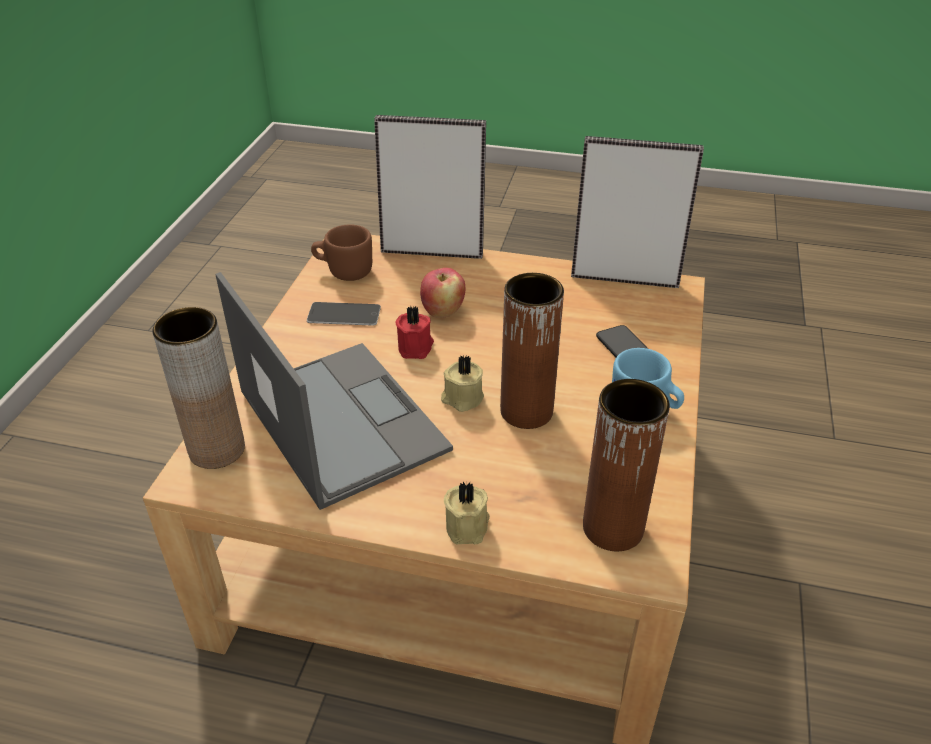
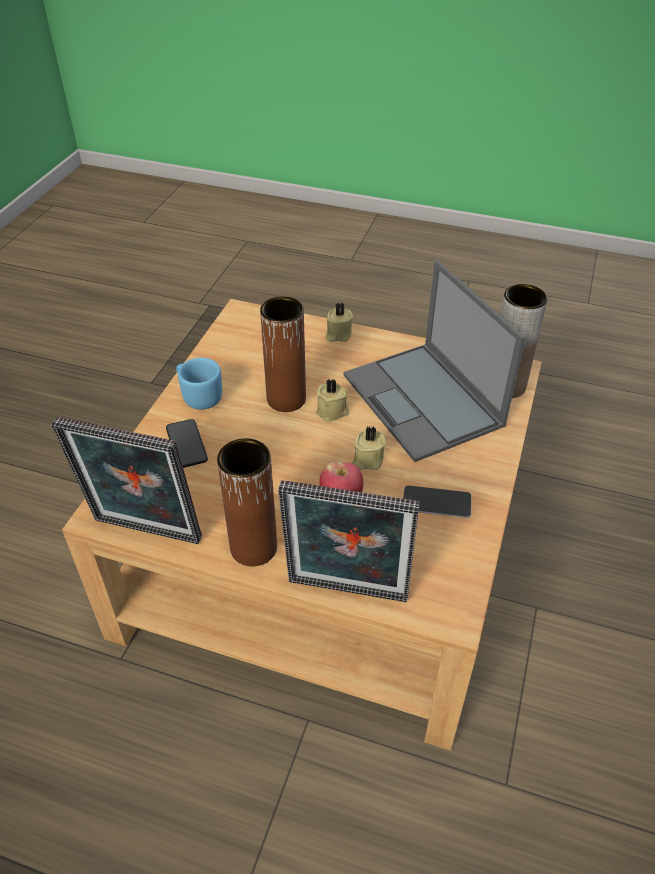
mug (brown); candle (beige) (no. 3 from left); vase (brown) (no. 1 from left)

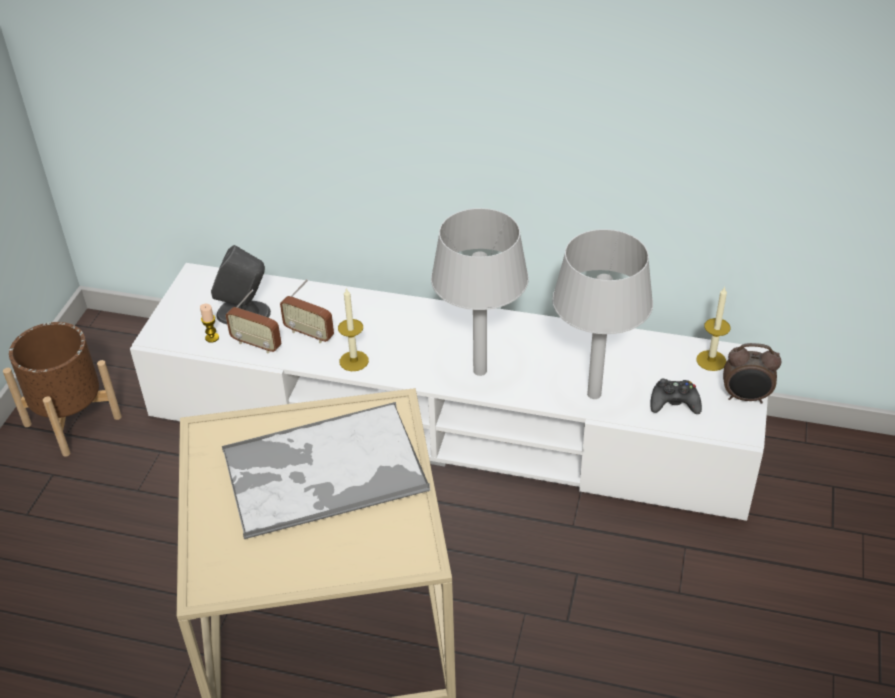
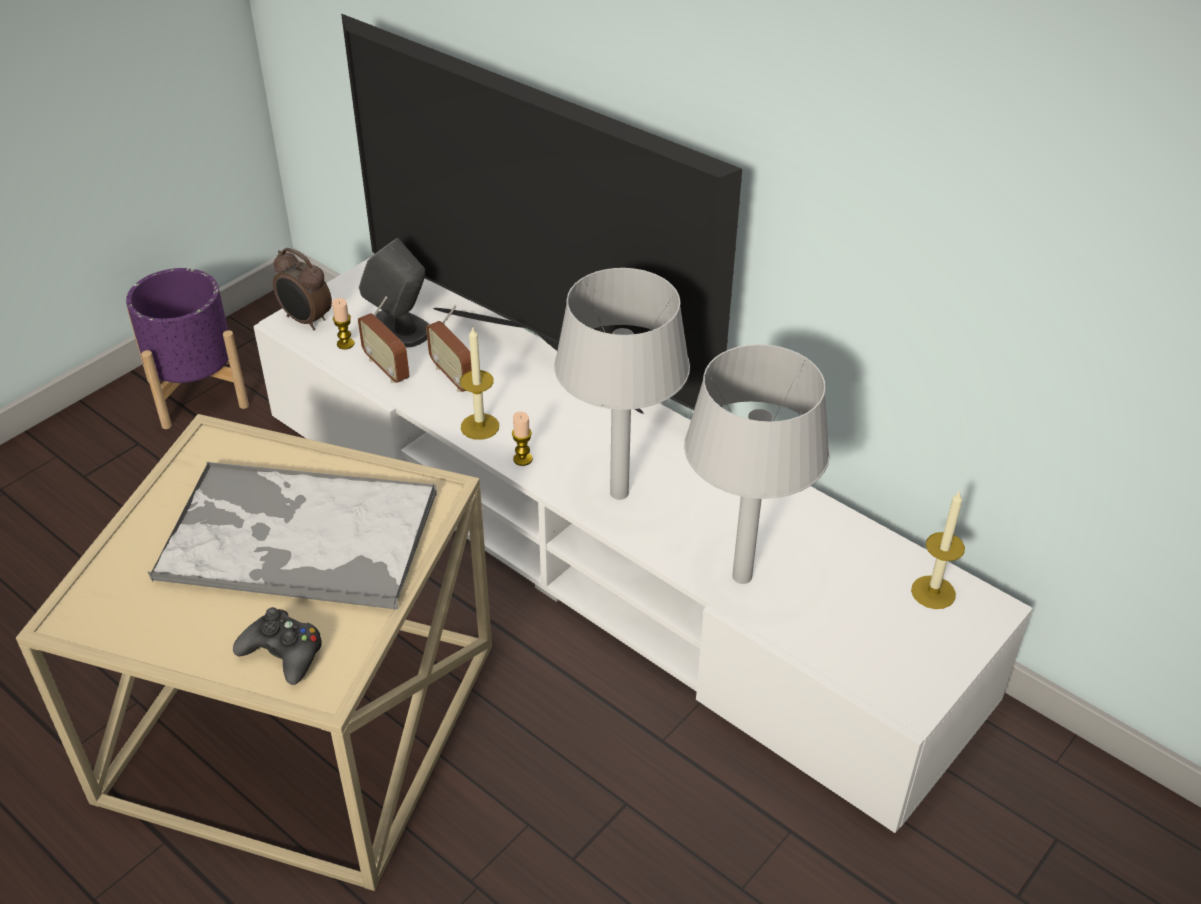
planter (purple); game controller (black); alarm clock; television; candle (no. 3 from left)

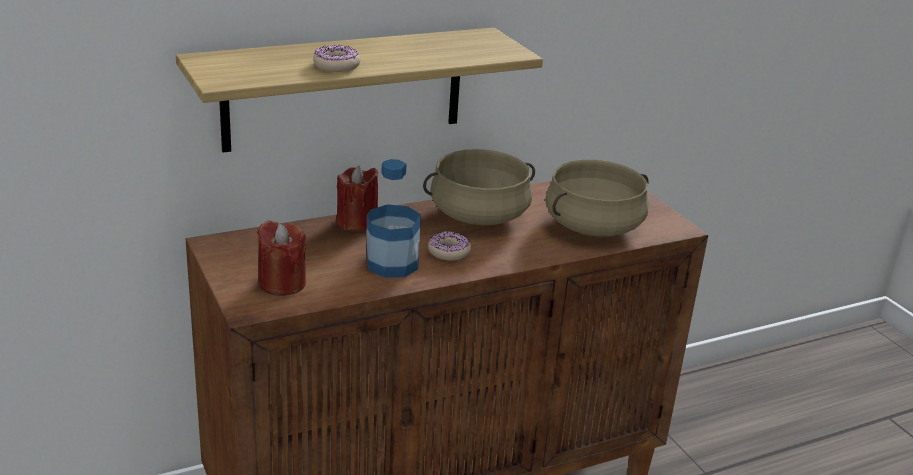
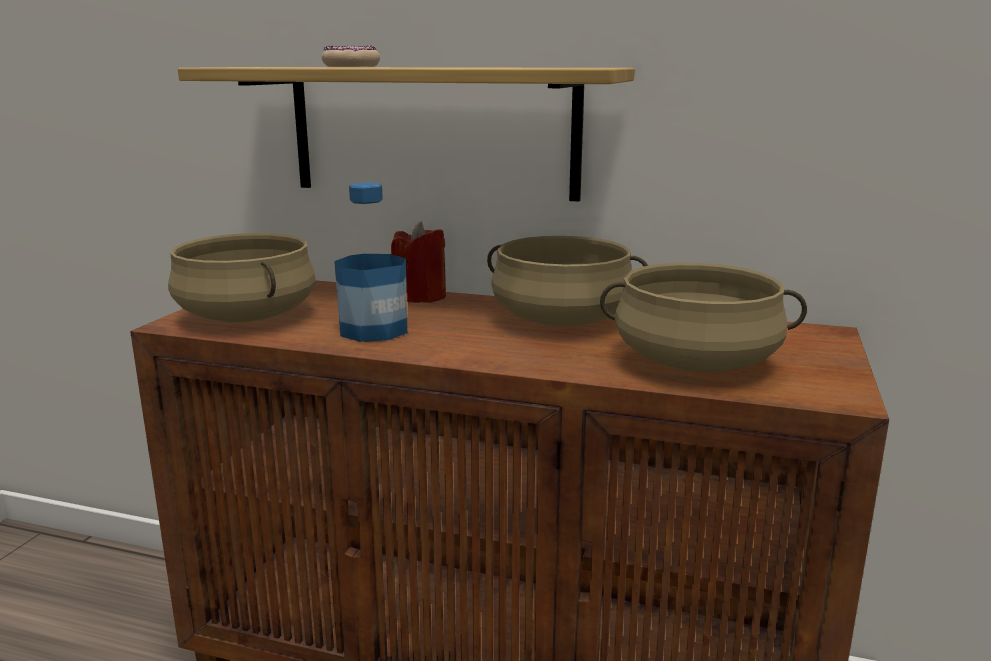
cooking pot (beige) (no. 1 from left); donut (no. 2 from left in the first image)

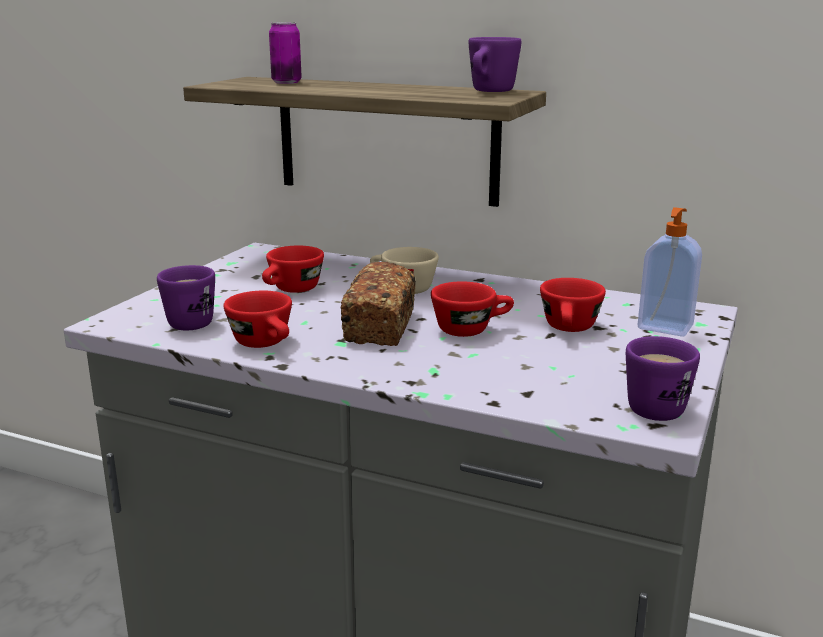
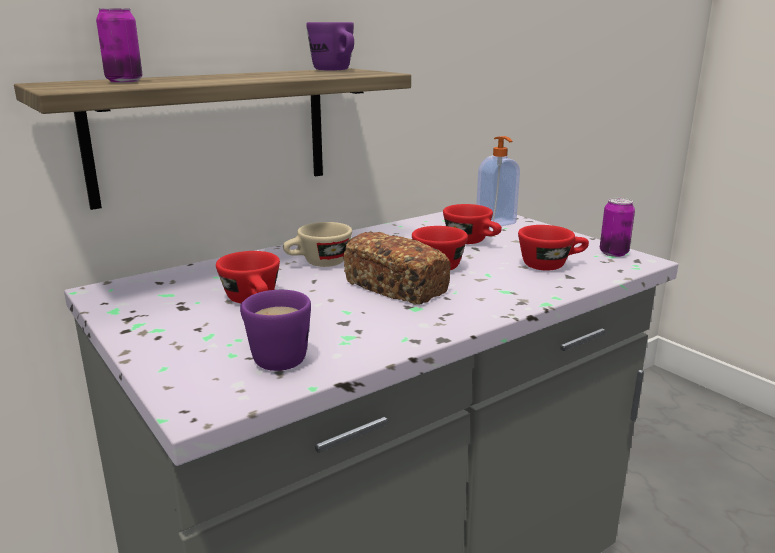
cup (red) (no. 4 from left); can (no. 2 from left)

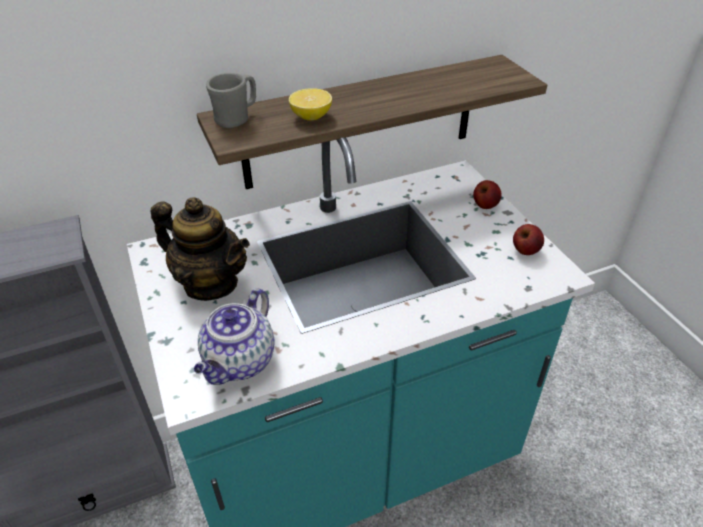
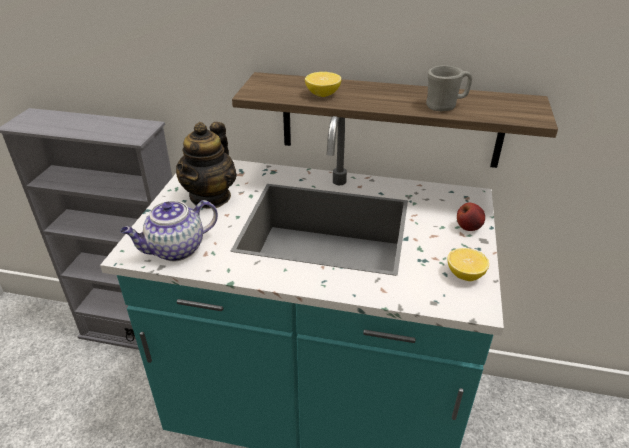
teapot (no. 2 from left); mug (grey); lemon (no. 2 from left)

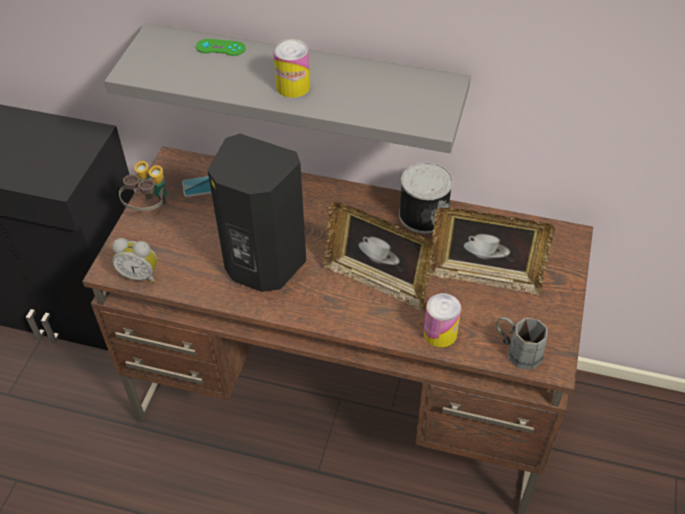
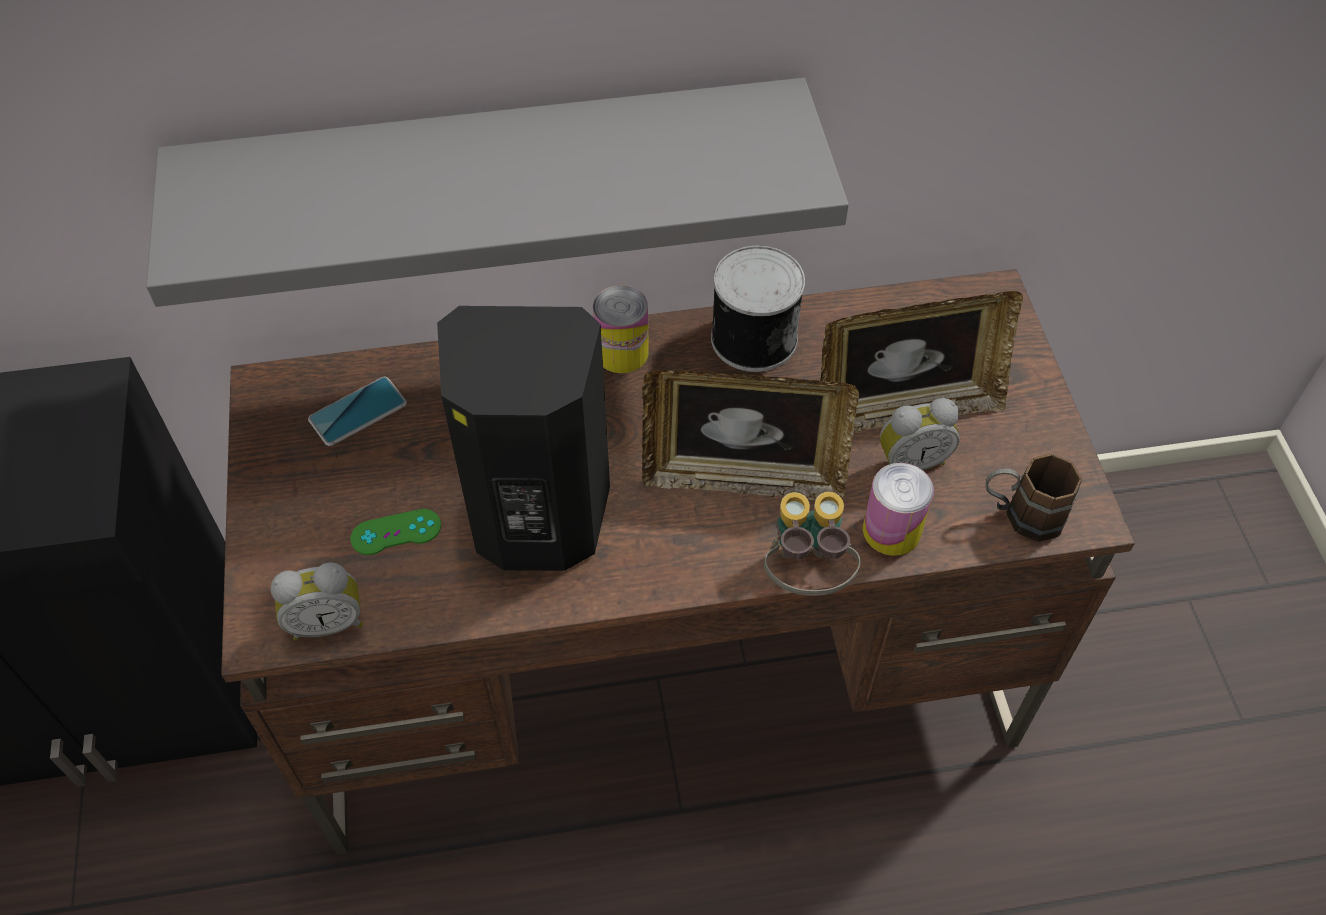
binoculars; game controller (green); can (no. 1 from left); mug (brown); alarm clock (no. 2 from left)

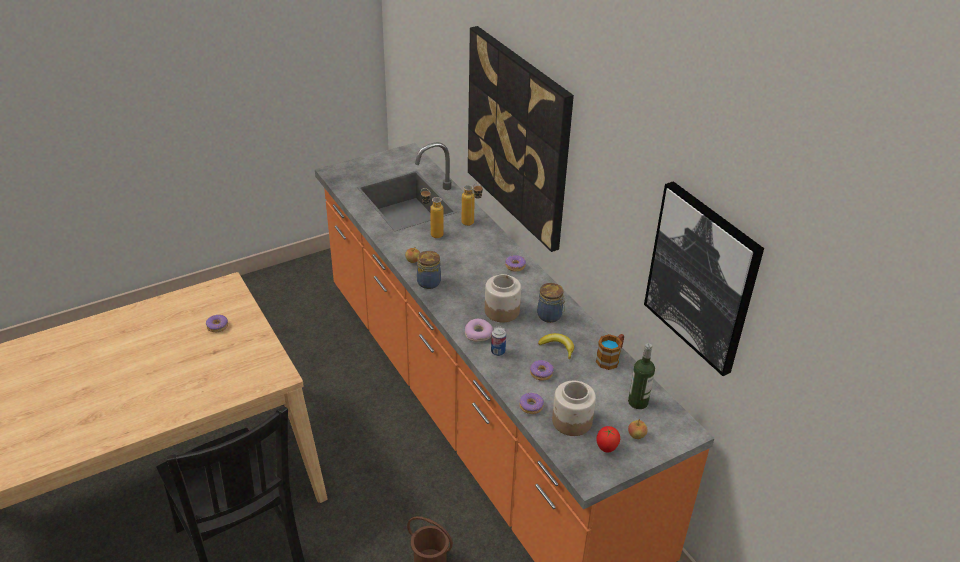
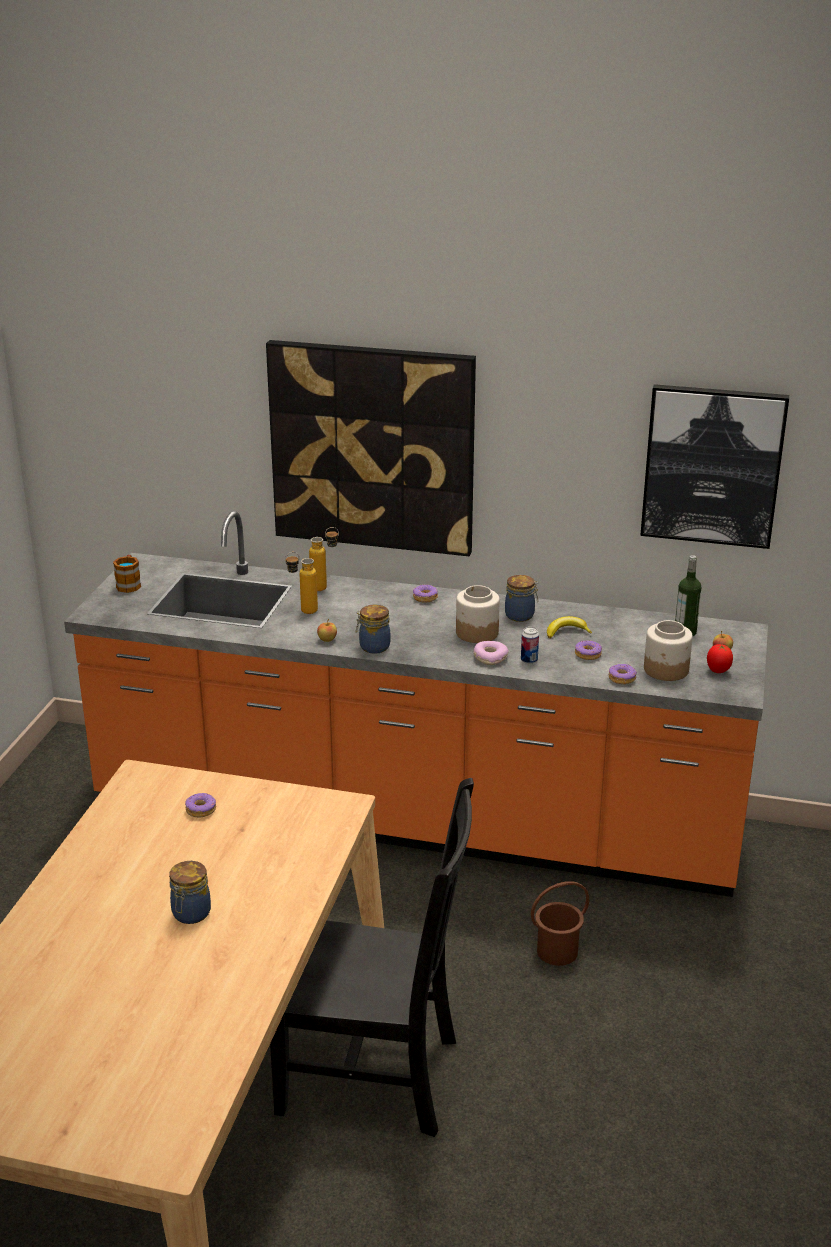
mug; jar (no. 1 from left)

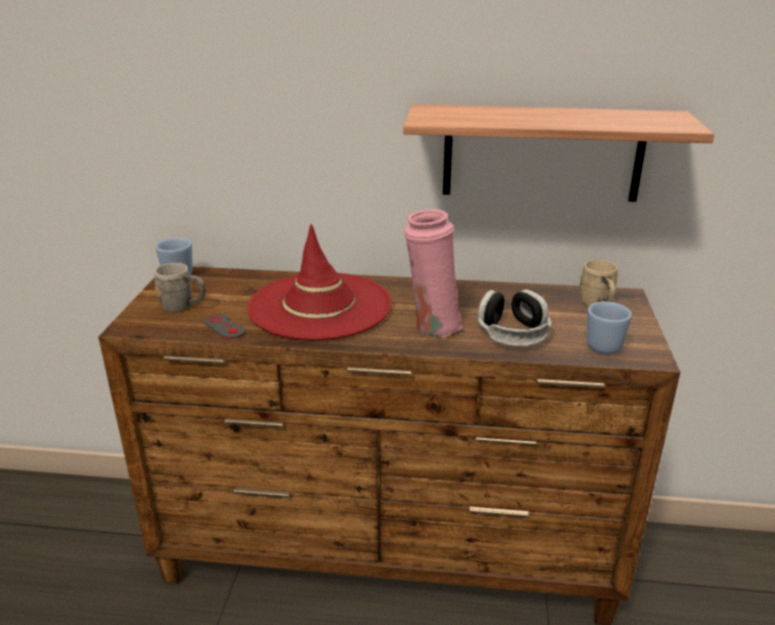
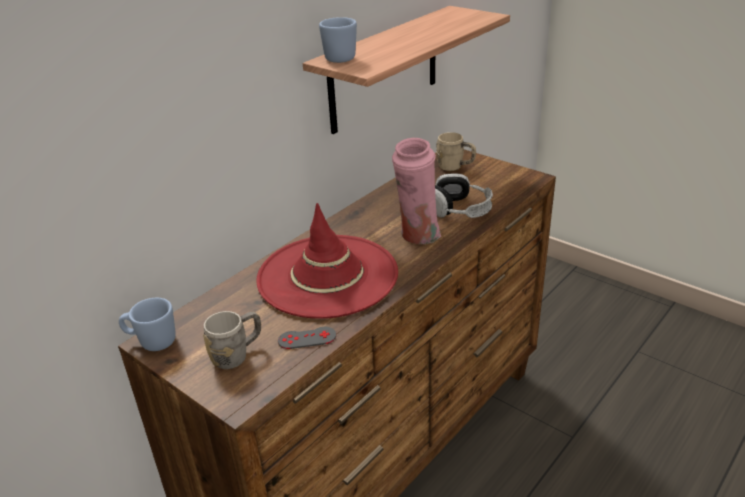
mug (blue) (no. 2 from left)

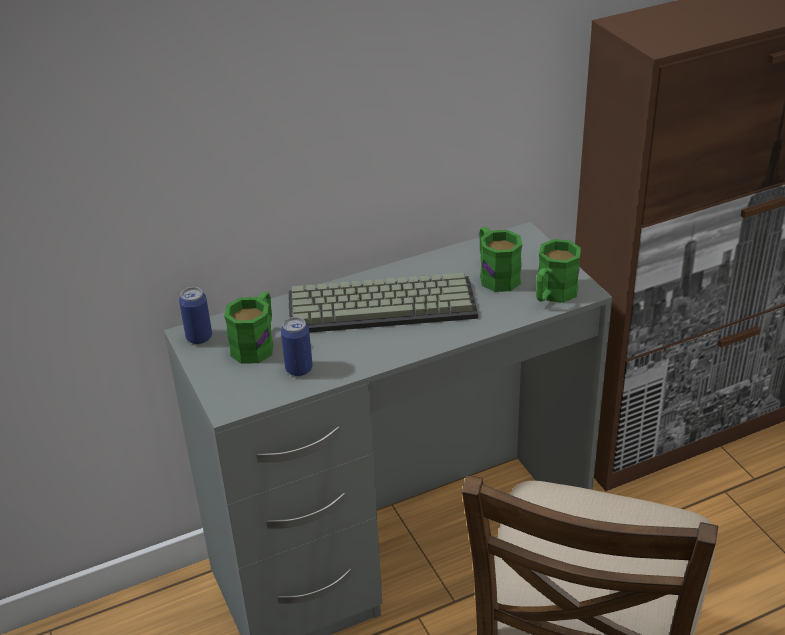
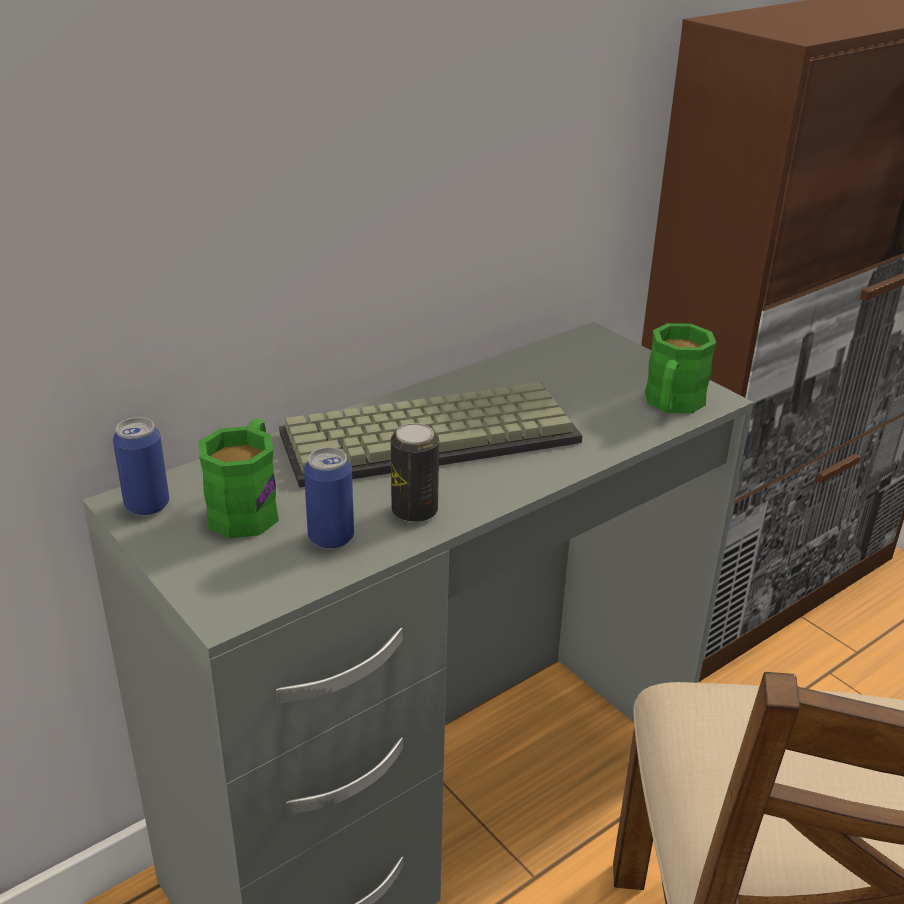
mug (green) (no. 2 from left in the first image); can (no. 3 from left)

